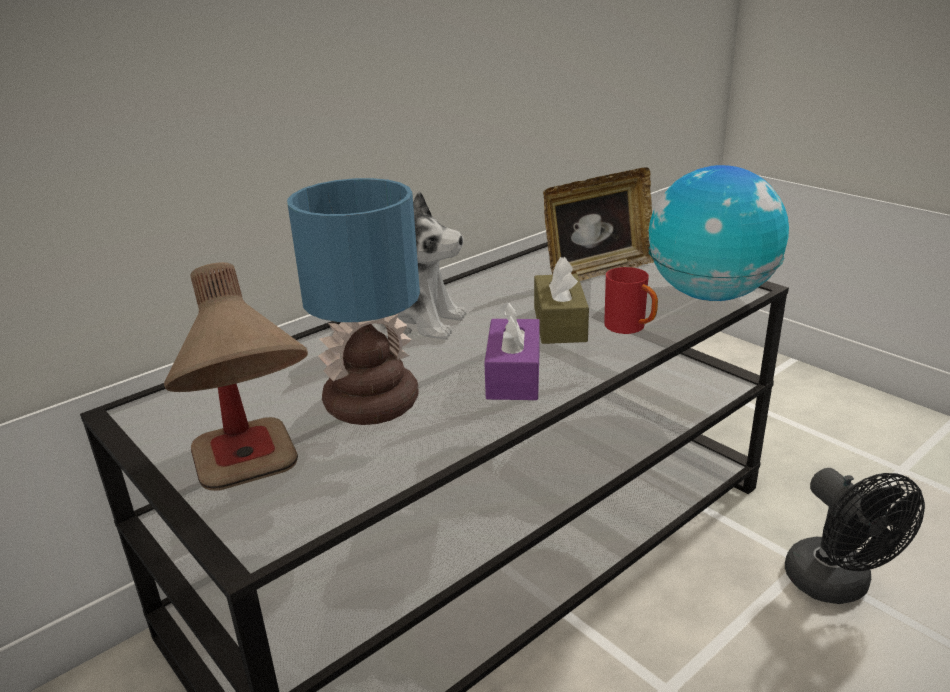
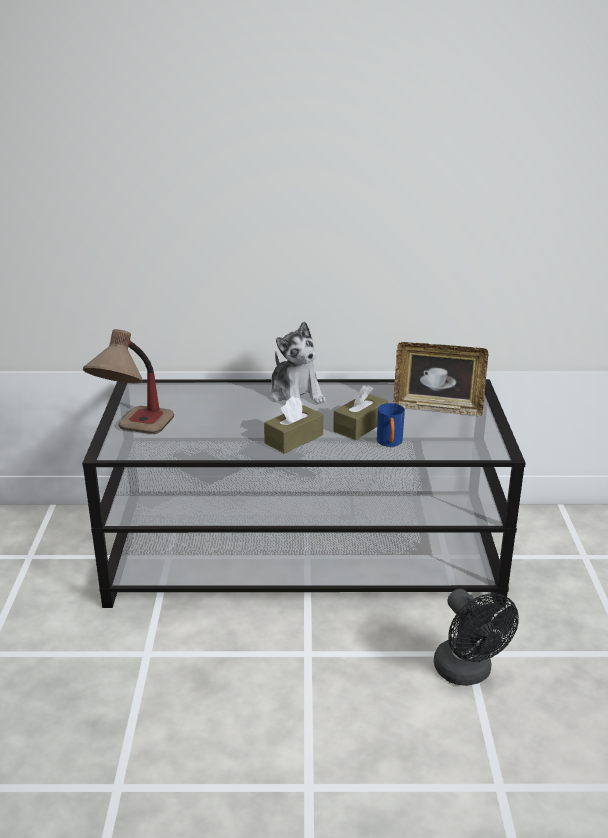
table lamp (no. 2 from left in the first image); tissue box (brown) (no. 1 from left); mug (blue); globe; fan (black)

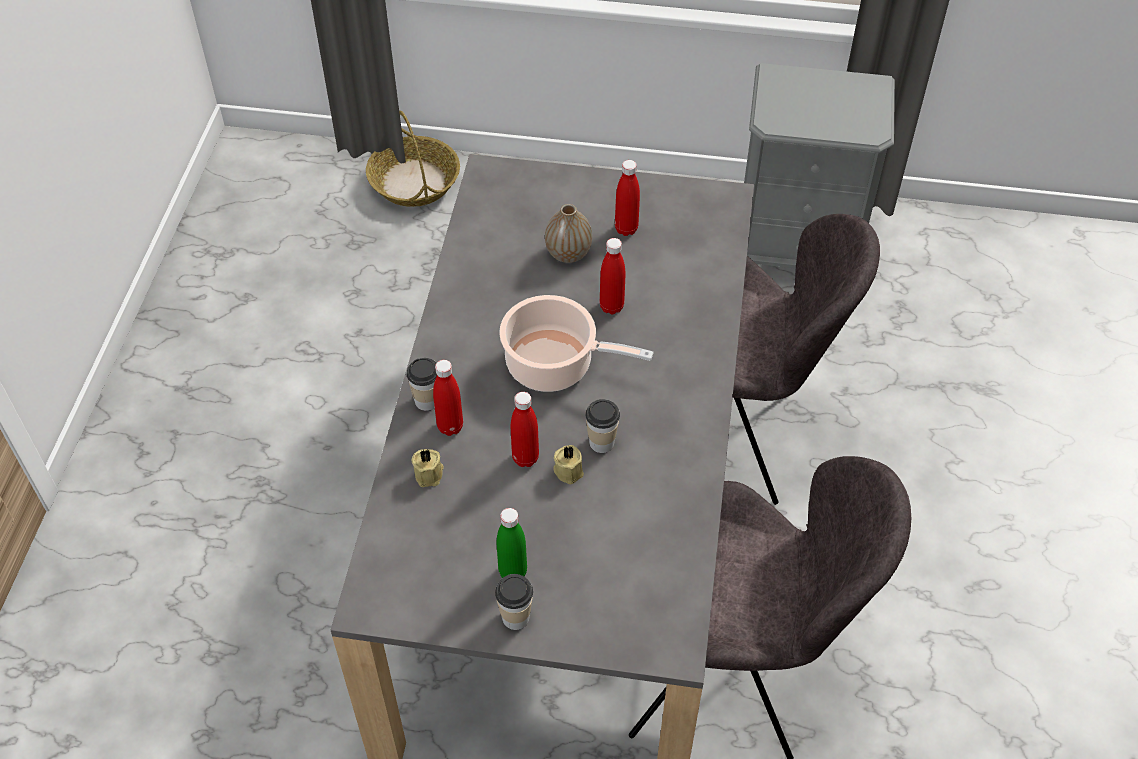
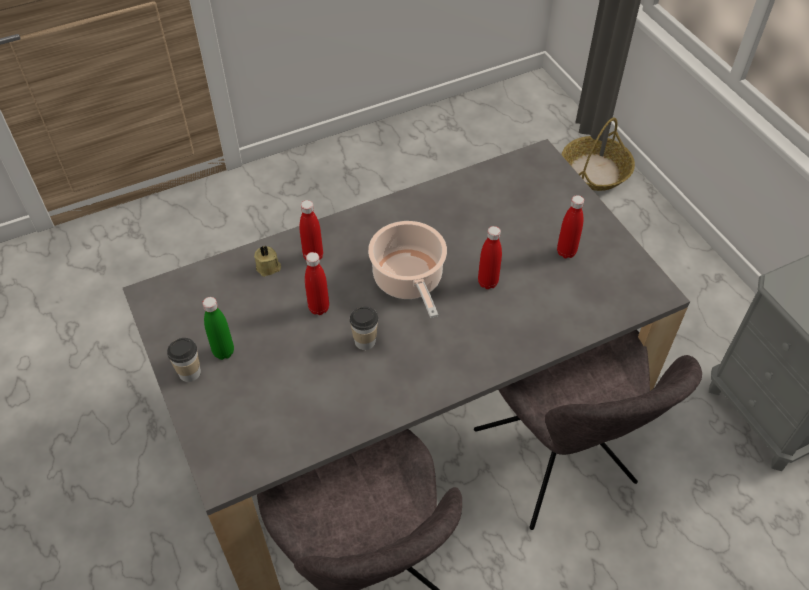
cup (no. 1 from left in the first image); vase; candle (beige) (no. 2 from left in the first image)

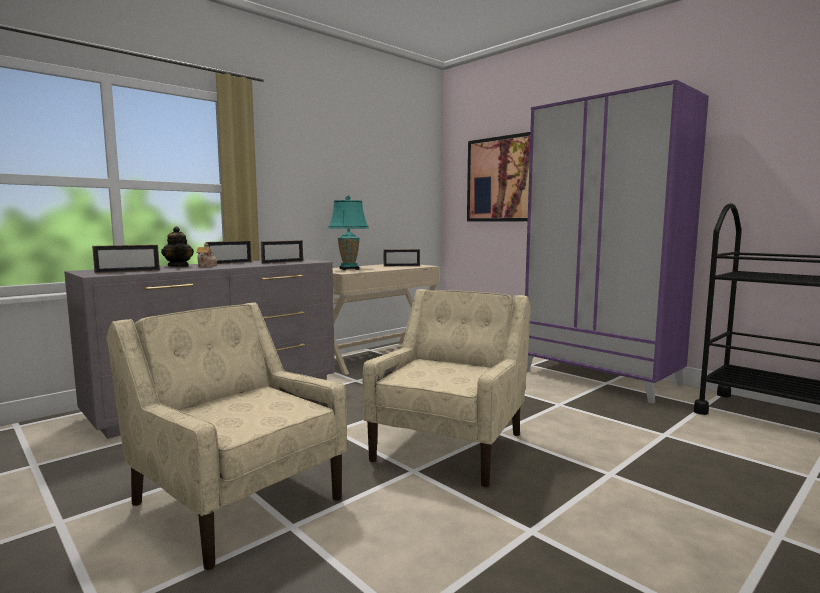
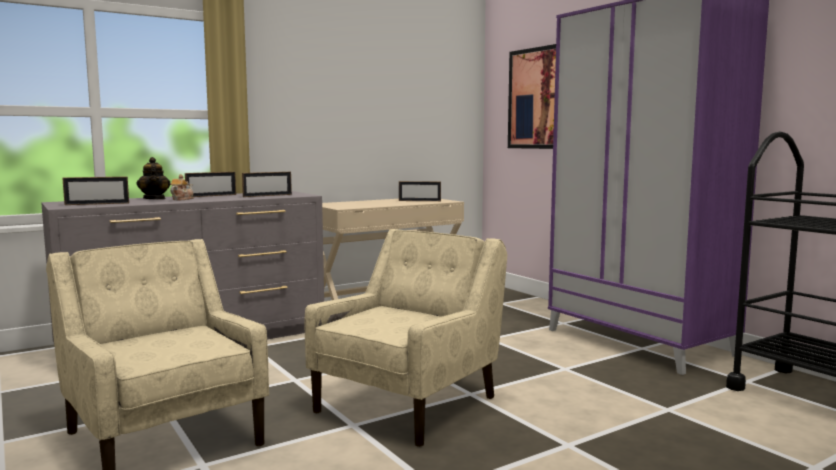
table lamp (turquoise)

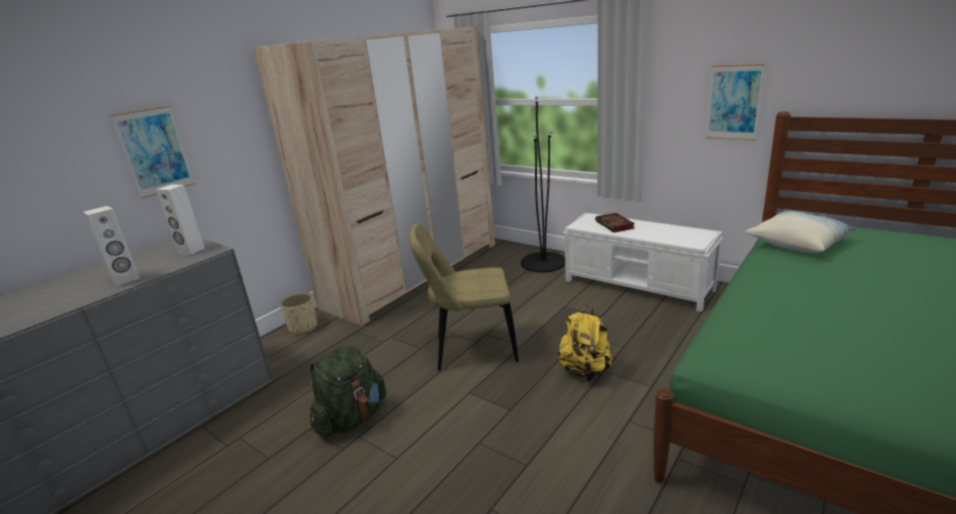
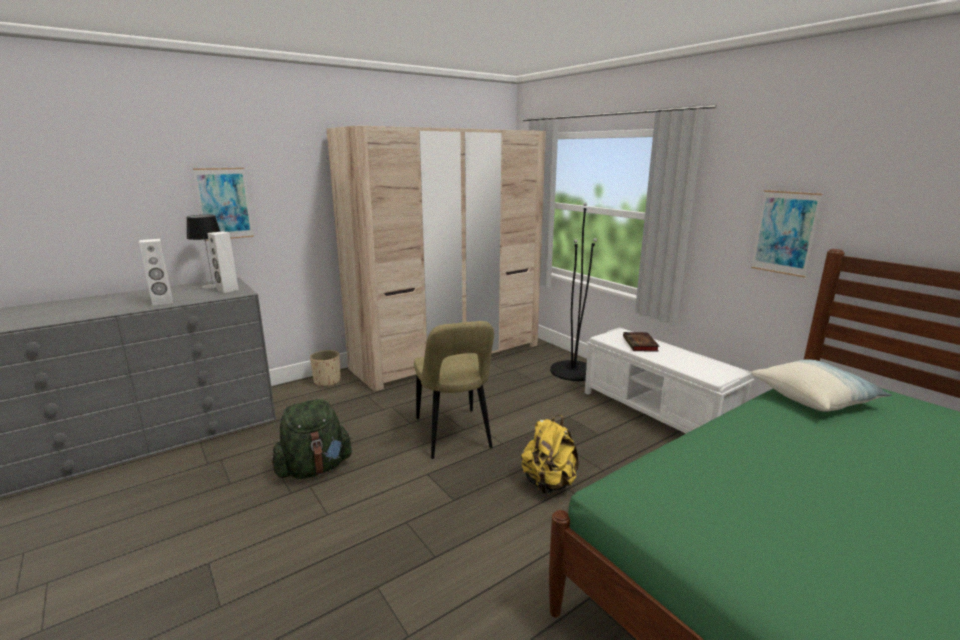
chair (beige); table lamp

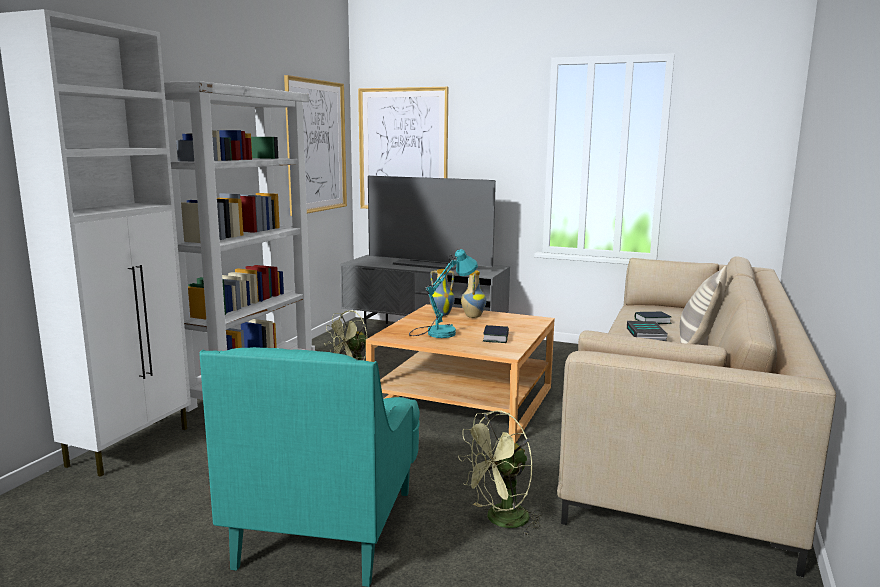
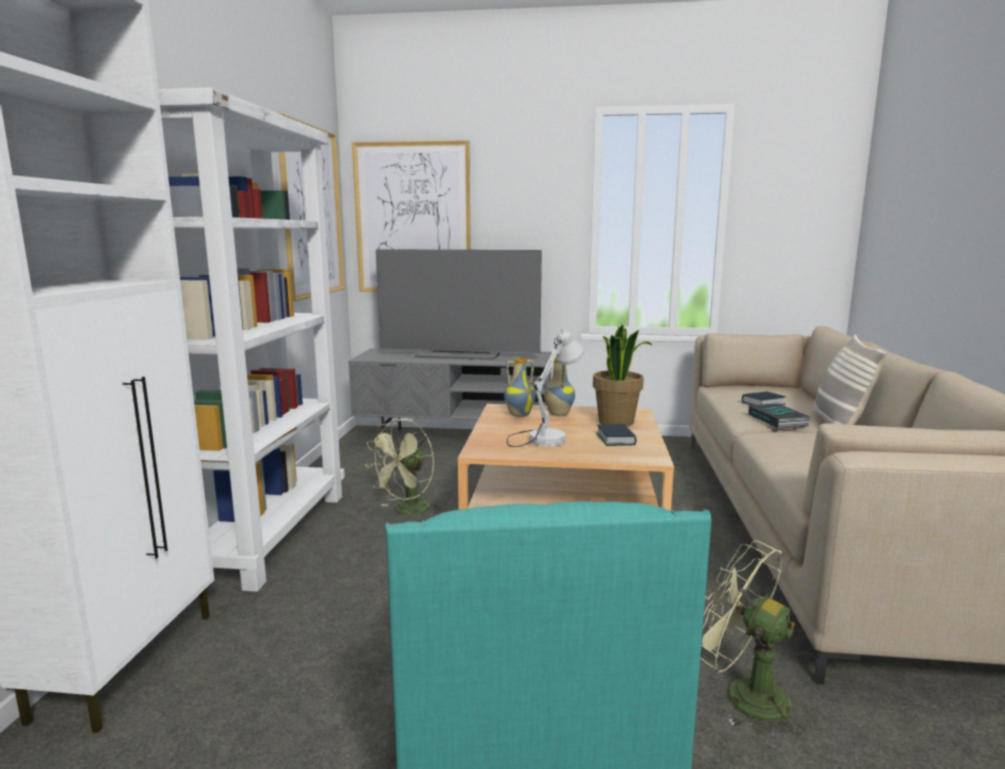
table lamp (white); fan (green) (no. 2 from left); potted plant

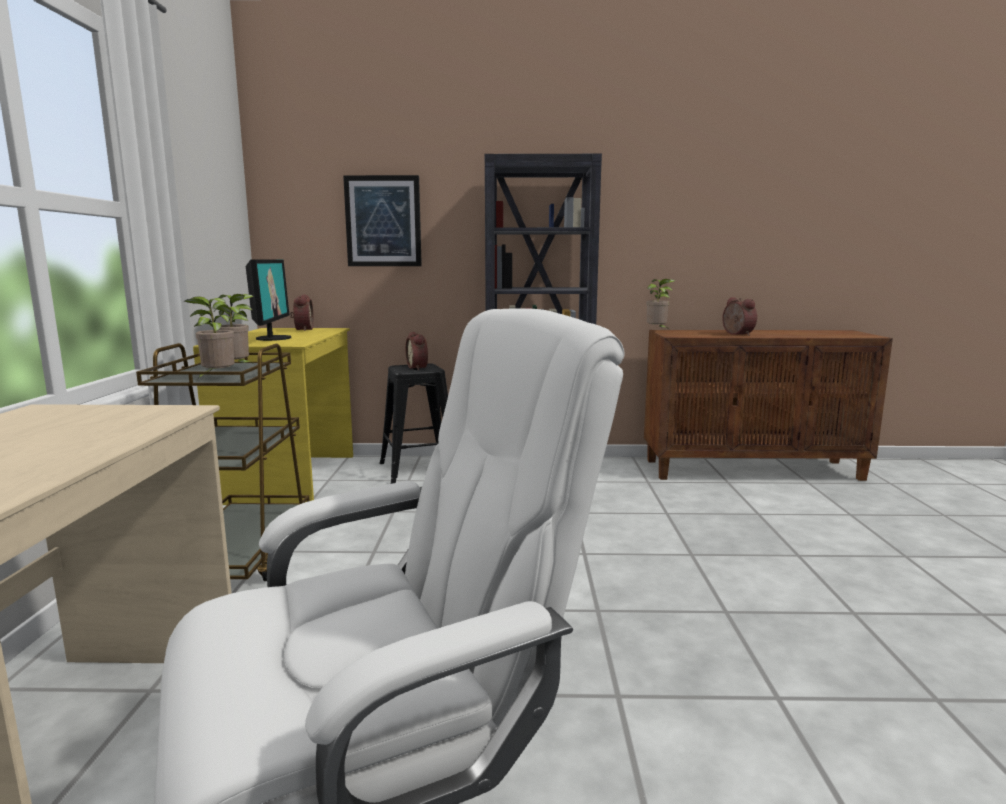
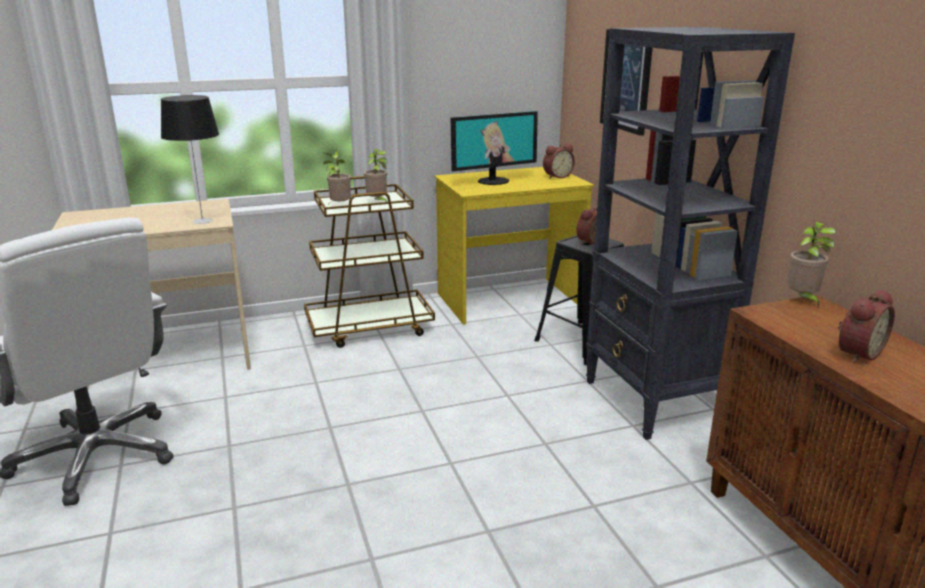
table lamp

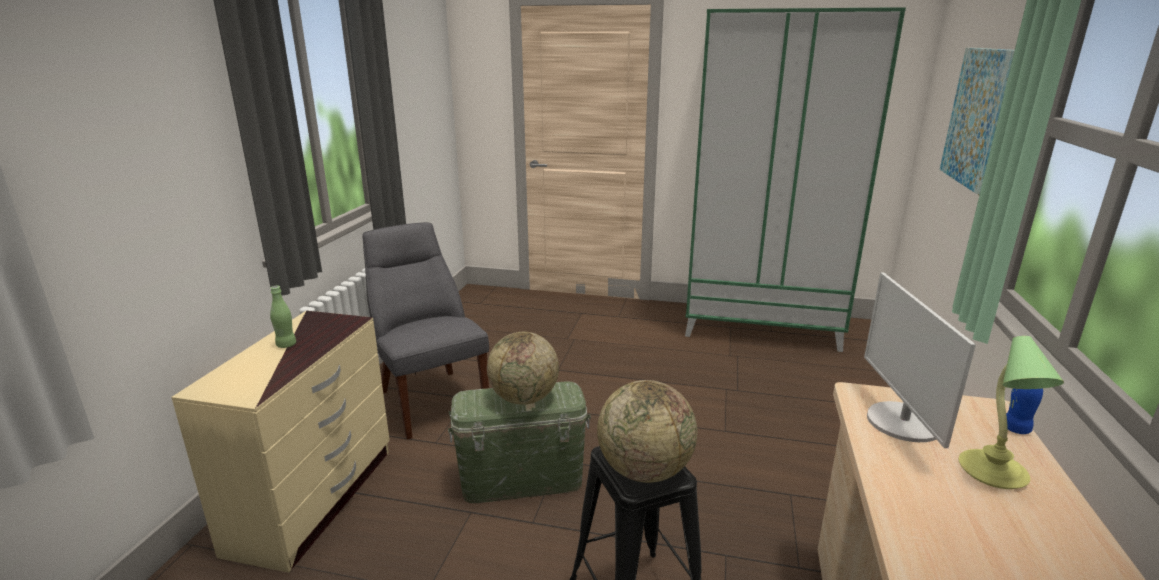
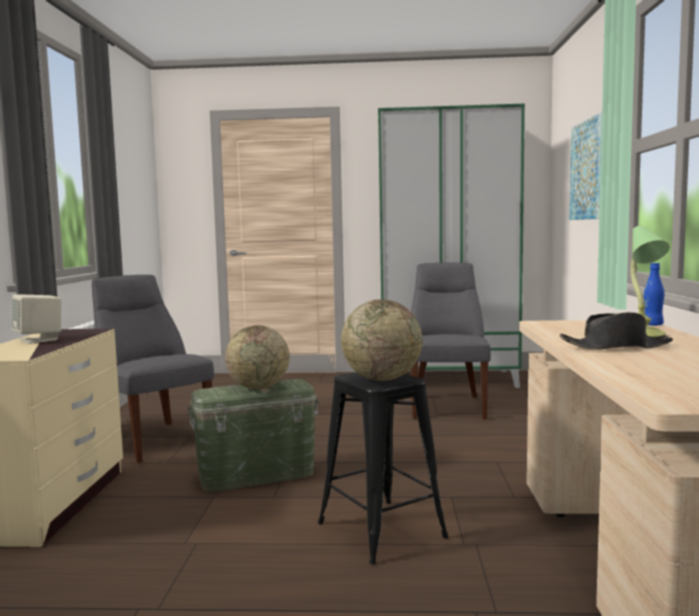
speaker (beige); monitor; chair (grey) (no. 2 from left); hat (black)

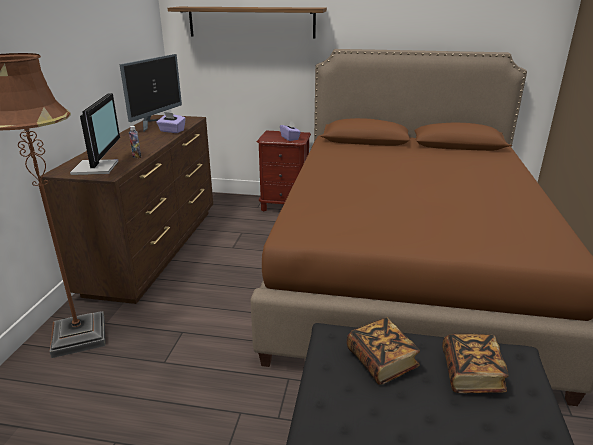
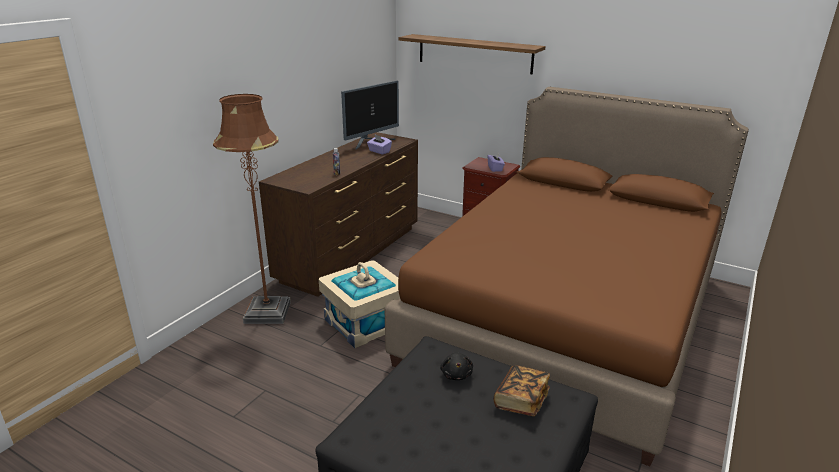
monitor (no. 1 from left in the first image); plush toy (black); storage box (beige)

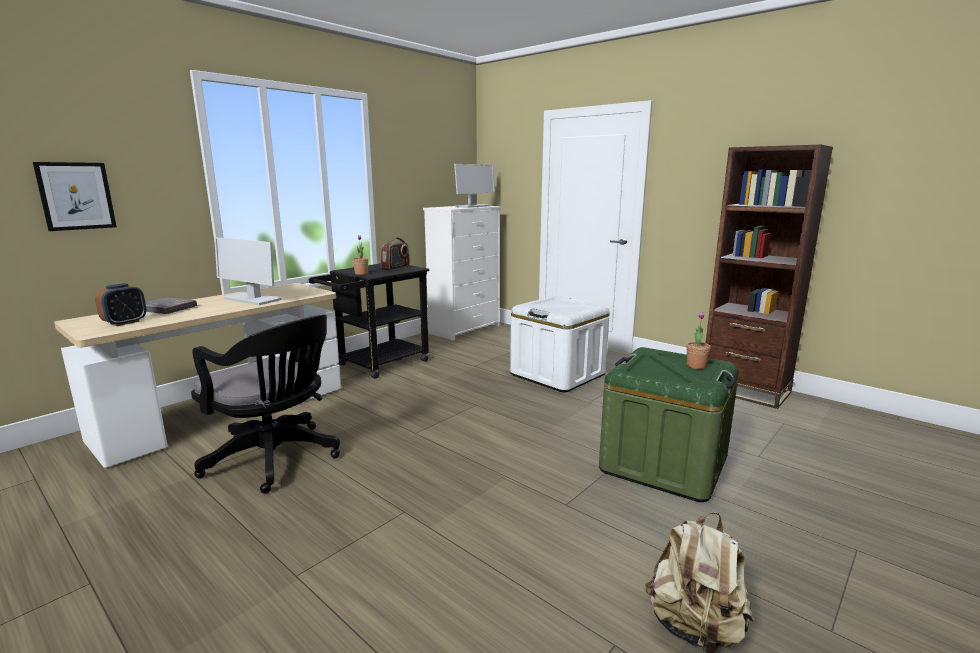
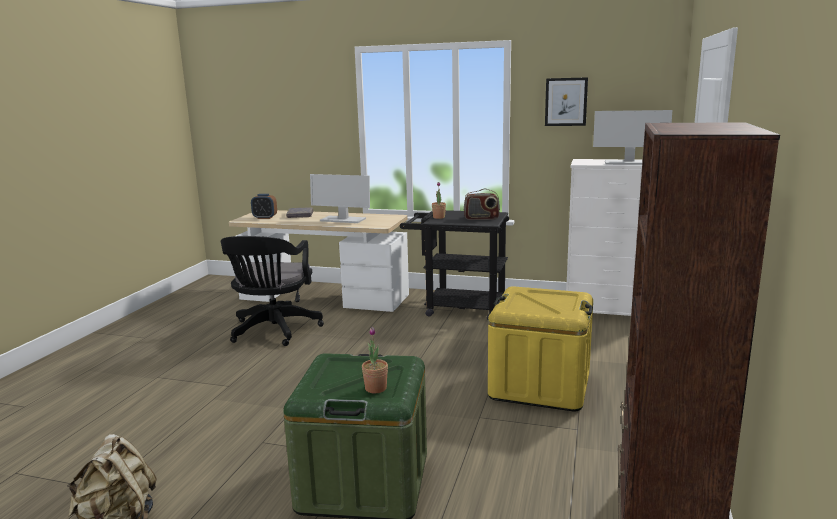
picture; monitor (no. 1 from left); storage box (yellow)

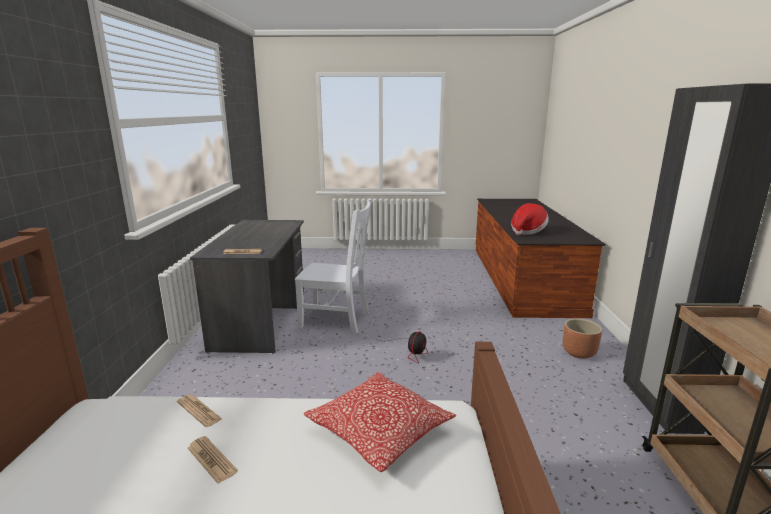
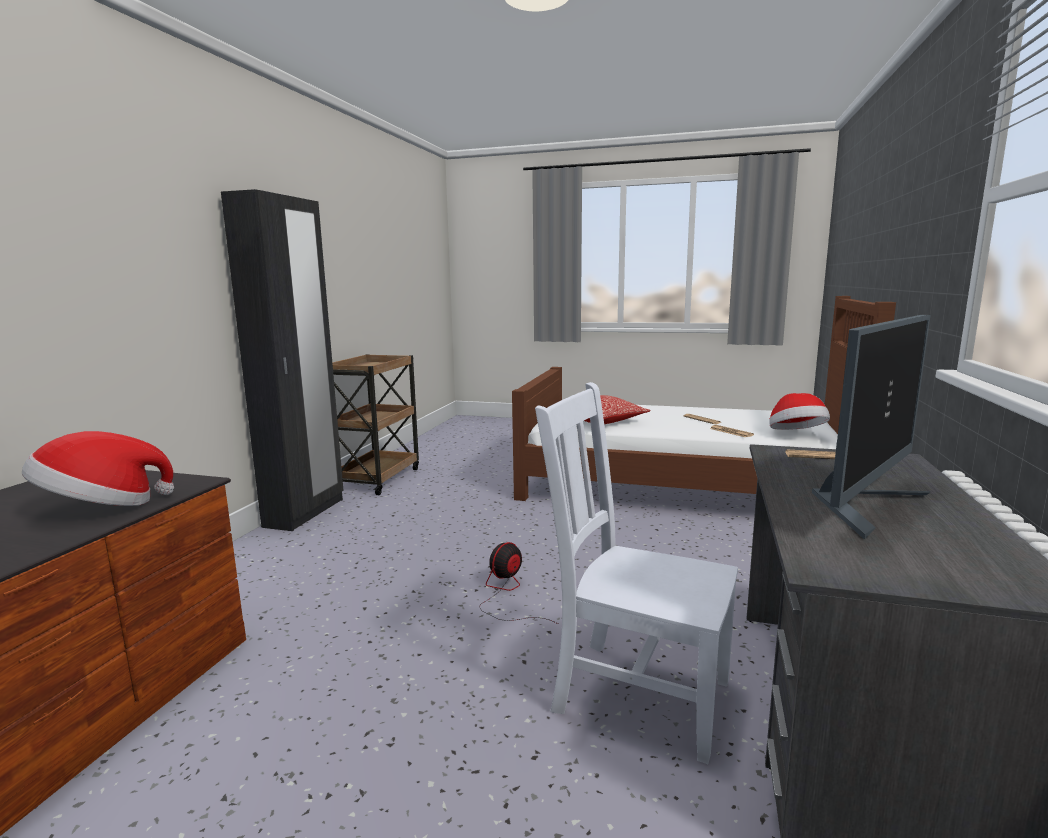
planter (brown); hat (no. 2 from left); monitor

